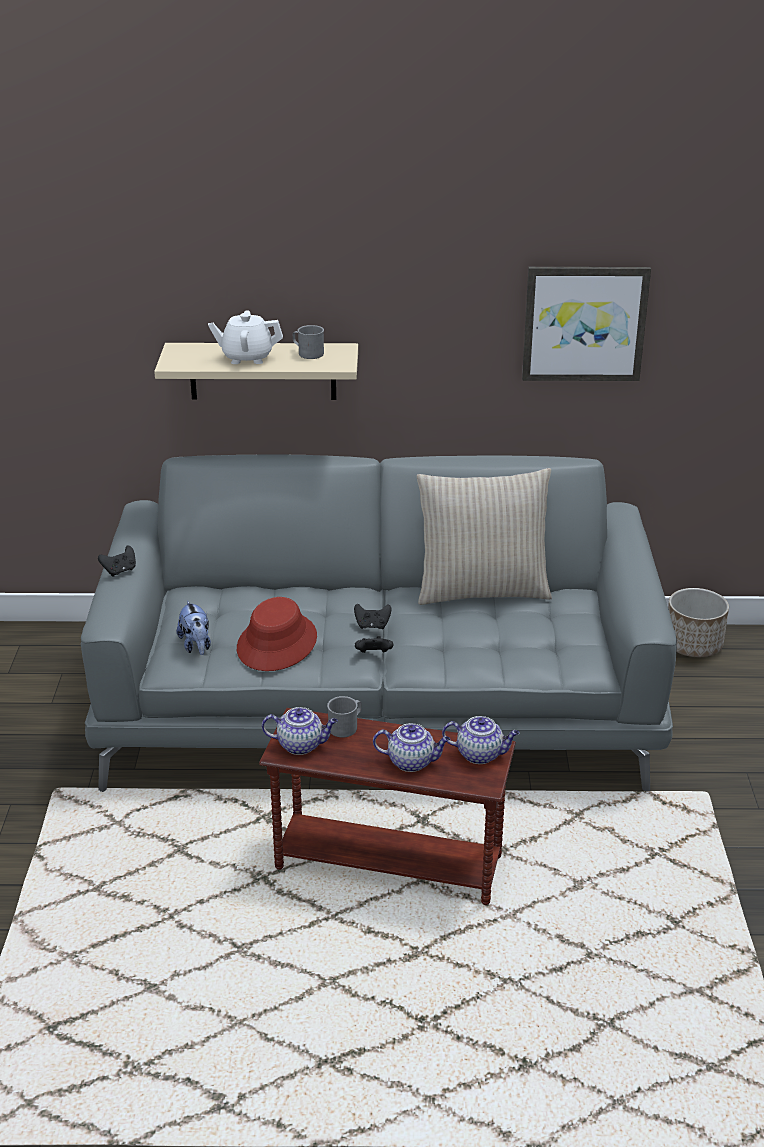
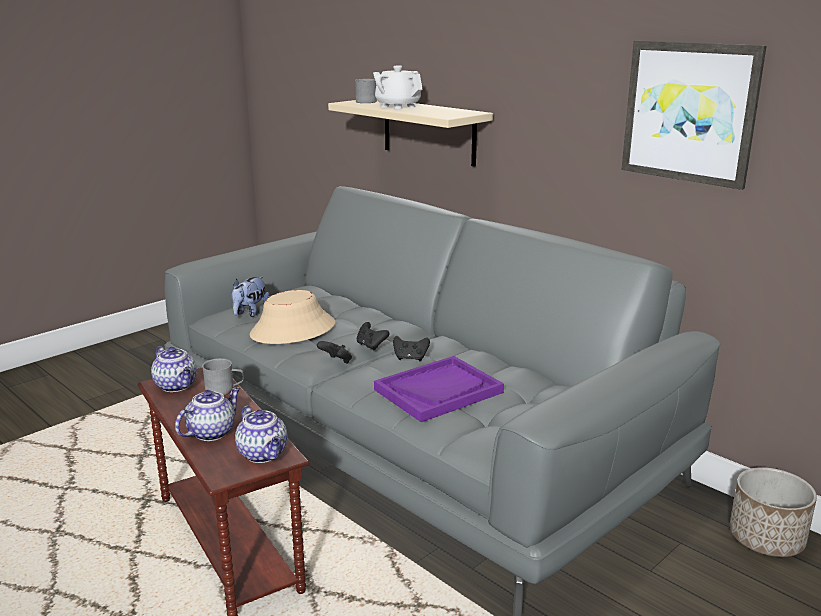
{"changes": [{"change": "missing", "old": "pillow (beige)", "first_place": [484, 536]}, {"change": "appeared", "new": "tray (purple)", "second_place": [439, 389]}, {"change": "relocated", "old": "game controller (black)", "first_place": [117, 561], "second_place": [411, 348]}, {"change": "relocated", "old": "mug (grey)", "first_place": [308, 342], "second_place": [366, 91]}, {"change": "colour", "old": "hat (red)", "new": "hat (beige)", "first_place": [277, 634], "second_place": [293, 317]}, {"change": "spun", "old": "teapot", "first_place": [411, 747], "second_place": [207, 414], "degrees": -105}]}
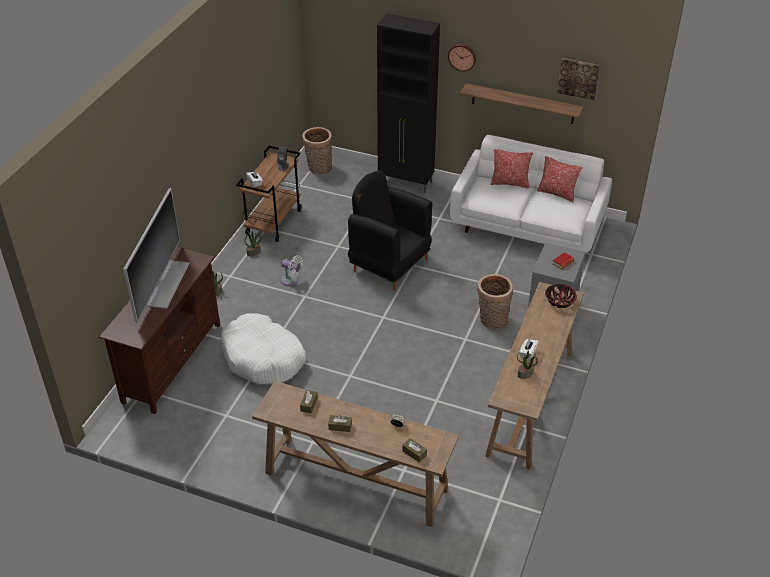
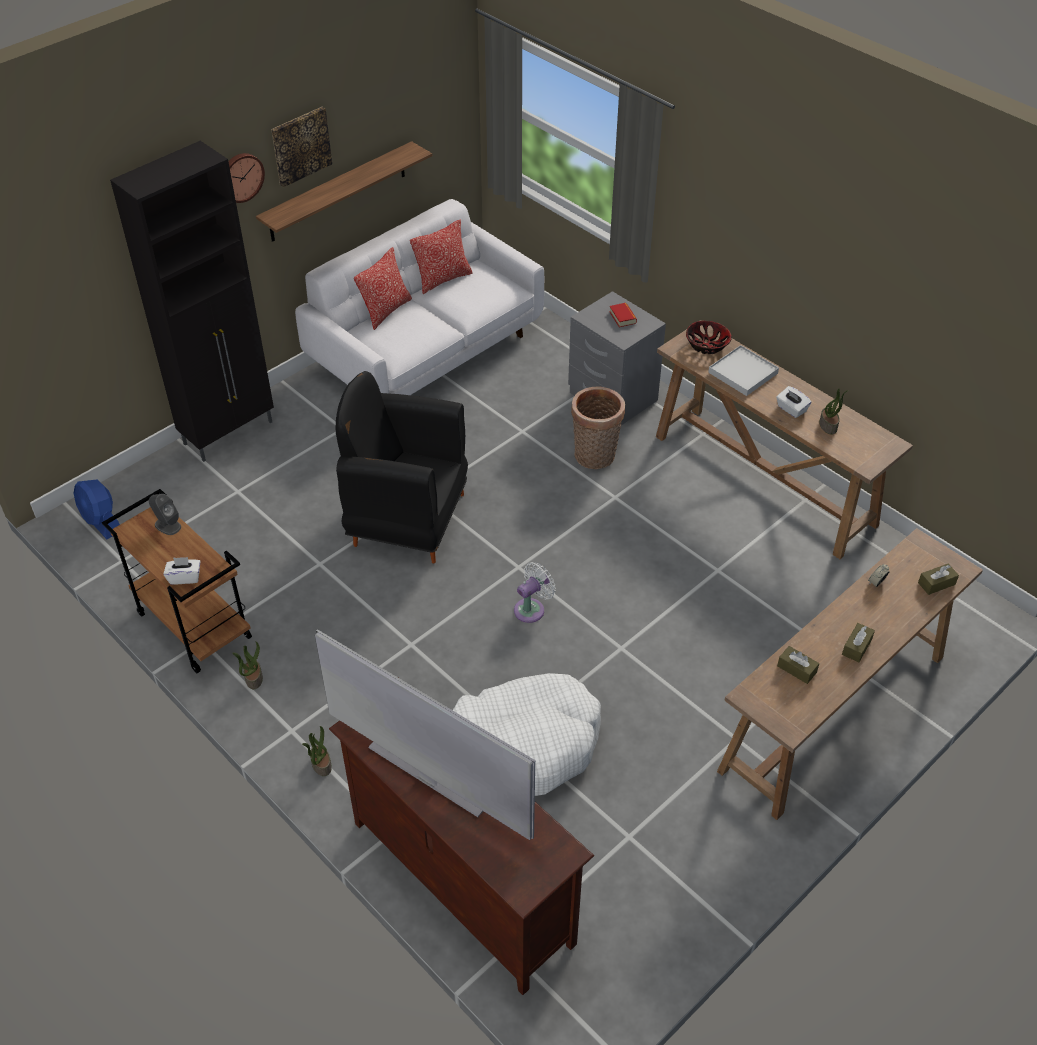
{"changes": [{"change": "appeared", "new": "tray (white)", "second_place": [743, 370]}, {"change": "relocated", "old": "fan (white)", "first_place": [292, 270], "second_place": [535, 592]}, {"change": "relocated", "old": "picture", "first_place": [578, 79], "second_place": [301, 147]}, {"change": "exchanged", "old": "basket", "new": "fan (blue)", "first_place": [317, 151], "second_place": [96, 509]}, {"change": "spun", "old": "armchair (black)", "first_place": [390, 230], "second_place": [402, 467], "degrees": 45}]}
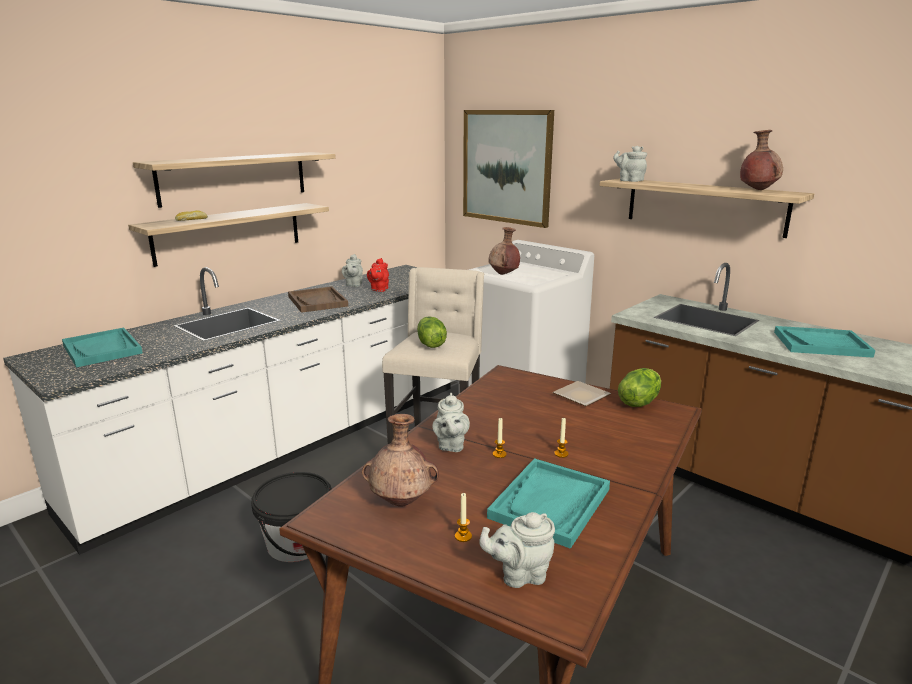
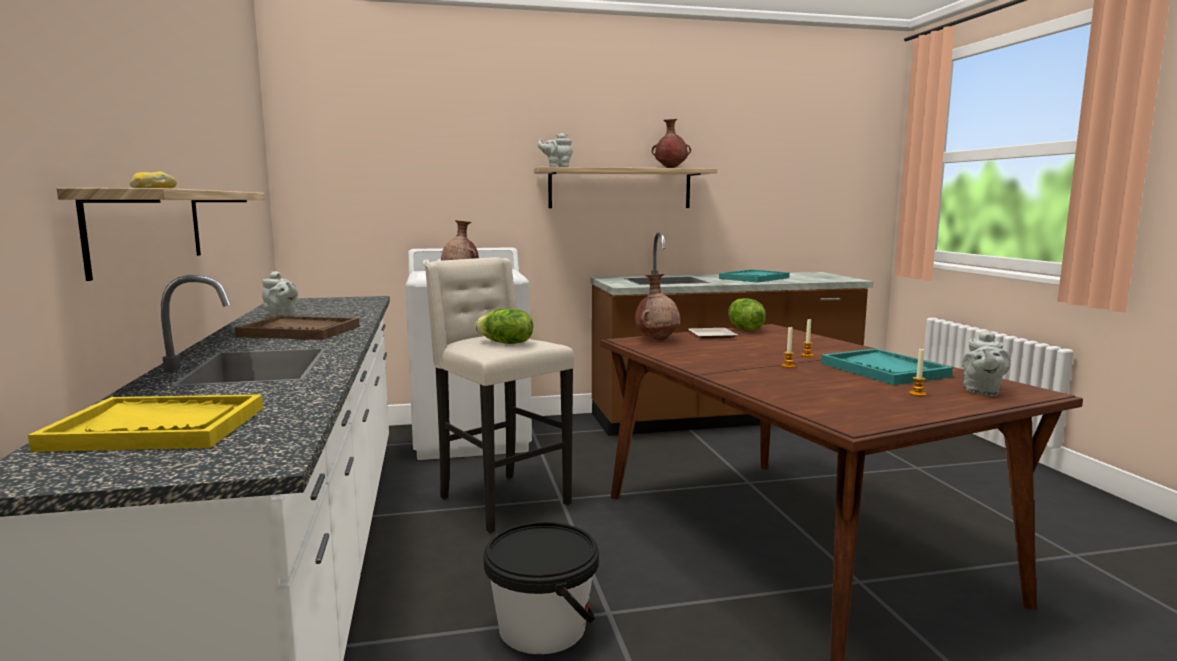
{"changes": [{"change": "missing", "old": "shelf", "first_place": [234, 180]}, {"change": "missing", "old": "teapot (red)", "first_place": [378, 275]}, {"change": "missing", "old": "teapot (grey)", "first_place": [451, 422]}, {"change": "missing", "old": "picture", "first_place": [508, 169]}, {"change": "relocated", "old": "vase (brown)", "first_place": [400, 460], "second_place": [657, 307]}, {"change": "colour", "old": "tray (turquoise)", "new": "tray (yellow)", "first_place": [102, 348], "second_place": [145, 423]}]}
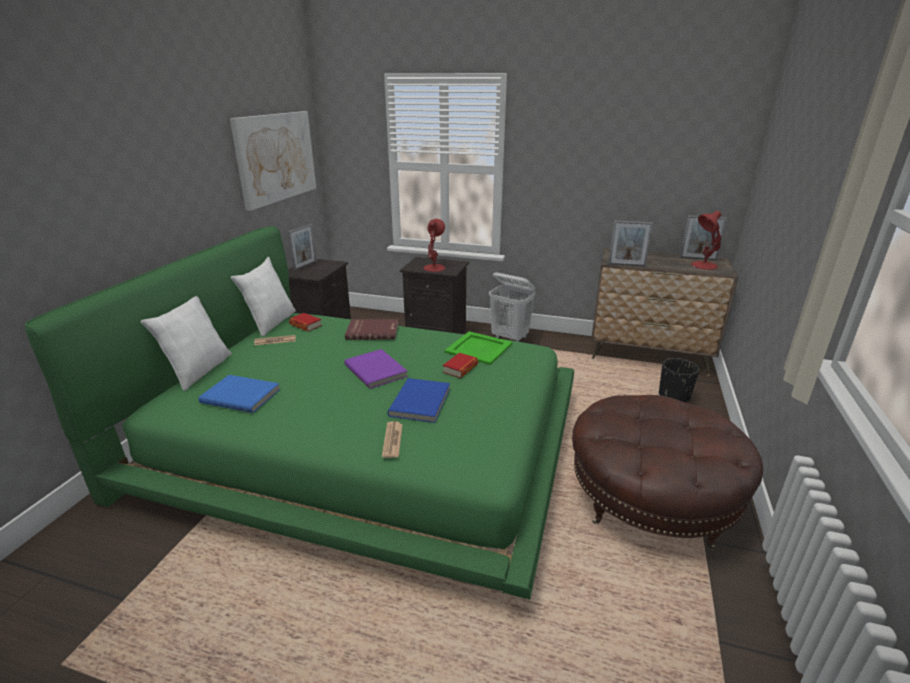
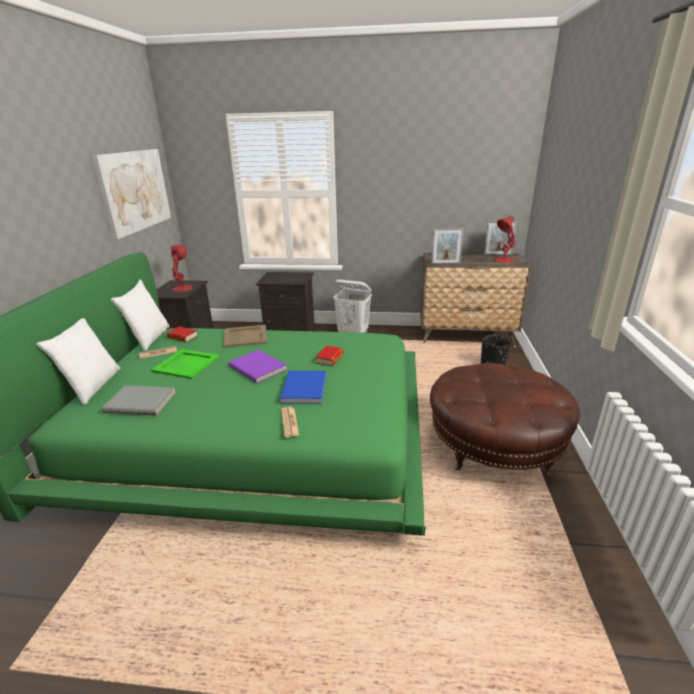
{"changes": [{"change": "missing", "old": "picture frame", "first_place": [302, 247]}, {"change": "relocated", "old": "table lamp (red)", "first_place": [434, 245], "second_place": [182, 268]}, {"change": "relocated", "old": "tray (green)", "first_place": [478, 348], "second_place": [185, 364]}, {"change": "exchanged", "old": "book (red)", "new": "tray (beige)", "first_place": [372, 329], "second_place": [245, 336]}, {"change": "colour", "old": "book (blue)", "new": "book (grey)", "first_place": [239, 394], "second_place": [139, 400]}]}
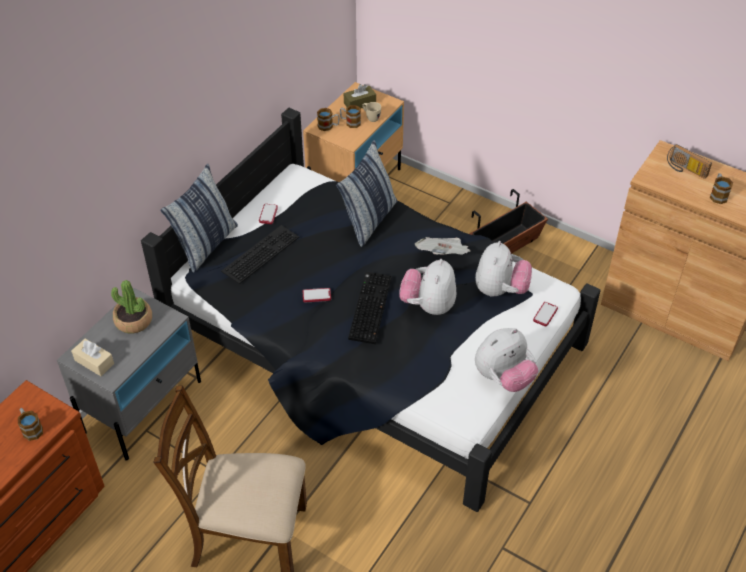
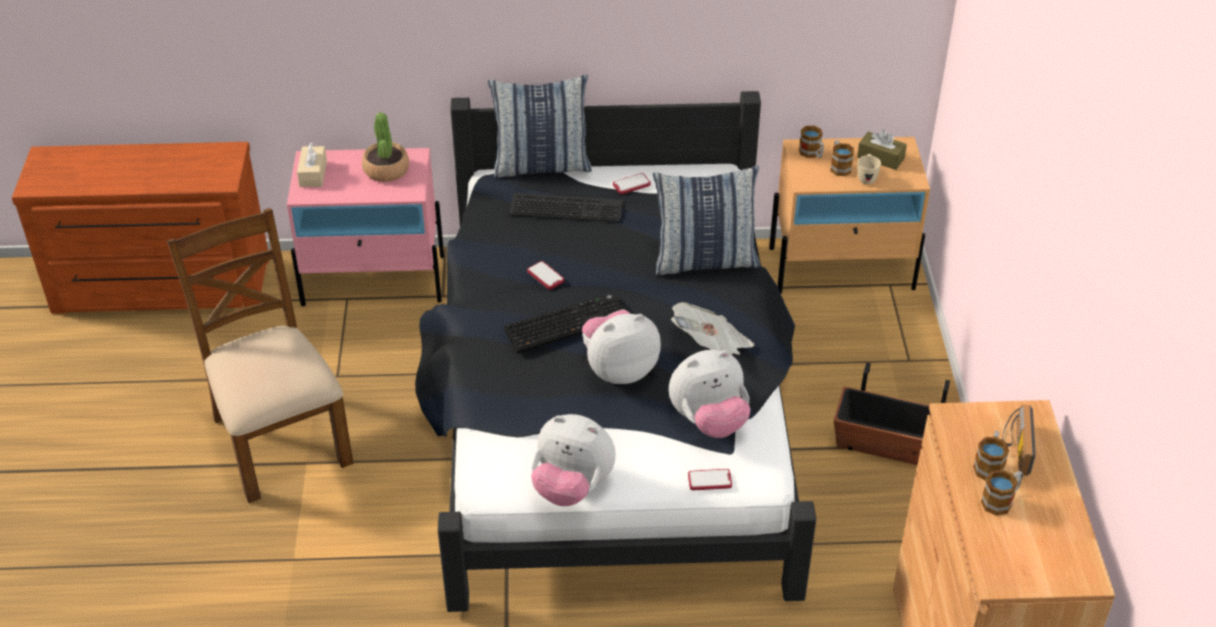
{"changes": [{"change": "relocated", "old": "mug", "first_place": [30, 424], "second_place": [991, 456]}, {"change": "colour", "old": "nightstand (grey)", "new": "nightstand (pink)", "first_place": [129, 374], "second_place": [365, 227]}]}
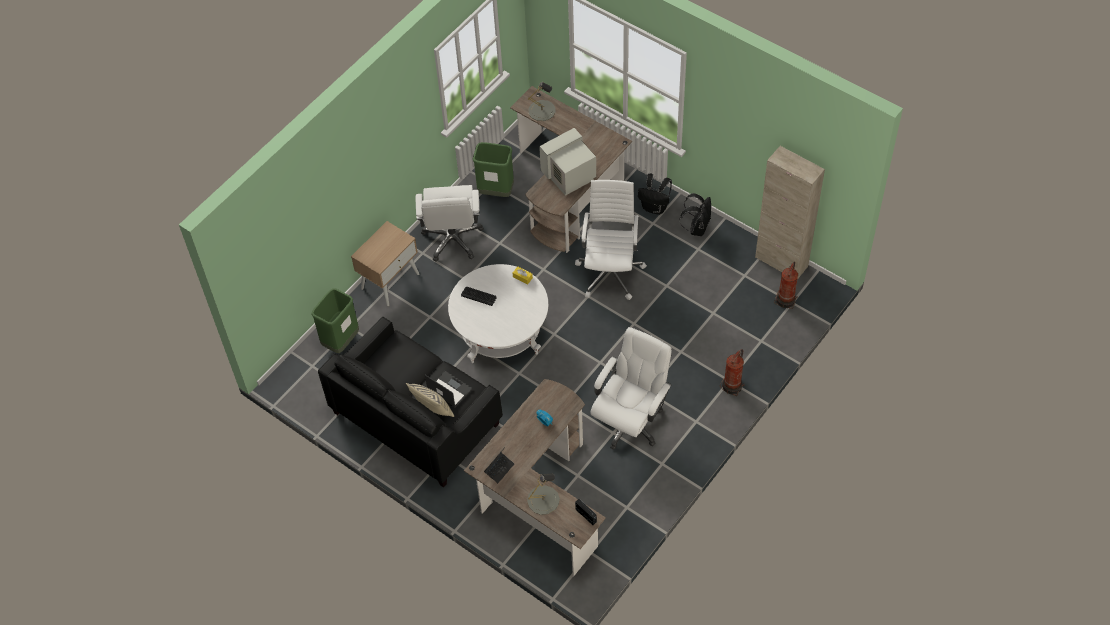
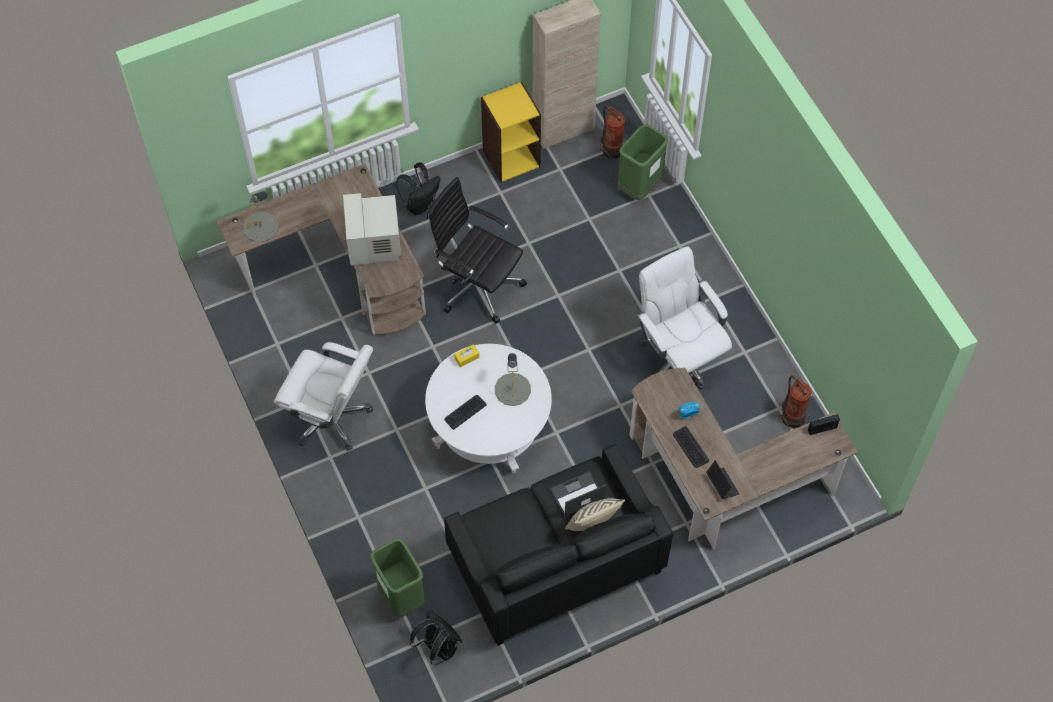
{"changes": [{"change": "missing", "old": "nightstand (beige)", "first_place": [385, 263]}, {"change": "appeared", "new": "bookcase (yellow)", "second_place": [511, 132]}, {"change": "appeared", "new": "keyboard", "second_place": [691, 447]}, {"change": "relocated", "old": "trash can (green)", "first_place": [493, 169], "second_place": [643, 162]}, {"change": "relocated", "old": "table lamp (grey)", "first_place": [543, 494], "second_place": [513, 379]}, {"change": "relocated", "old": "backpack (black)", "first_place": [695, 214], "second_place": [436, 637]}, {"change": "relocated", "old": "fire extinguisher", "first_place": [732, 372], "second_place": [795, 403]}, {"change": "colour", "old": "office chair (white)", "new": "office chair (black)", "first_place": [611, 240], "second_place": [477, 250]}]}
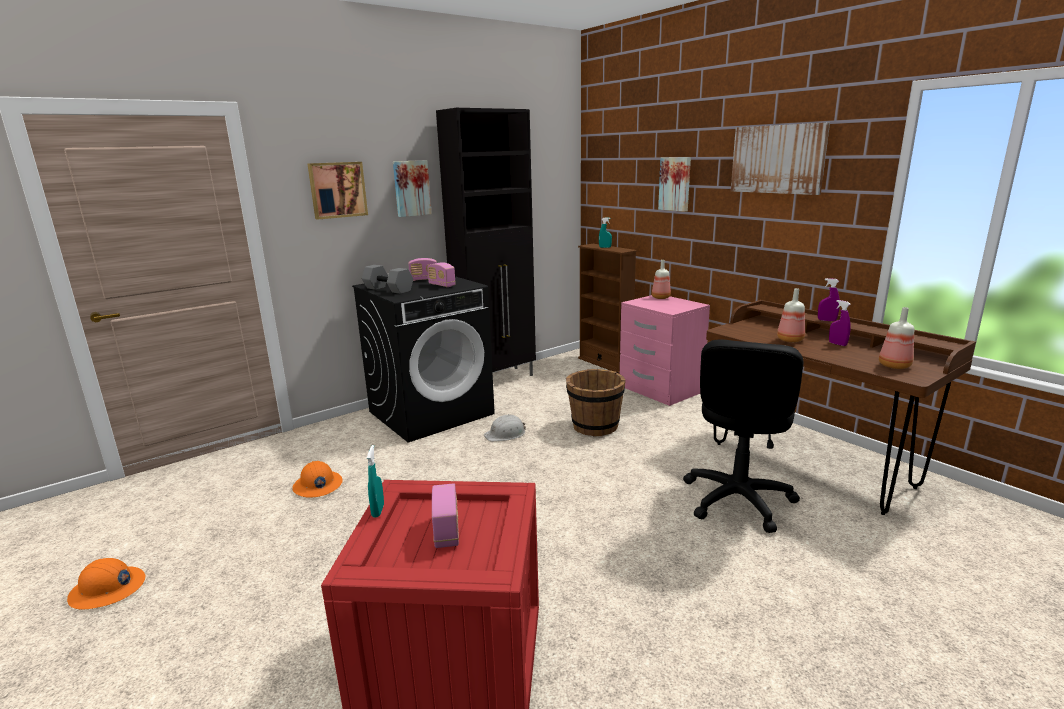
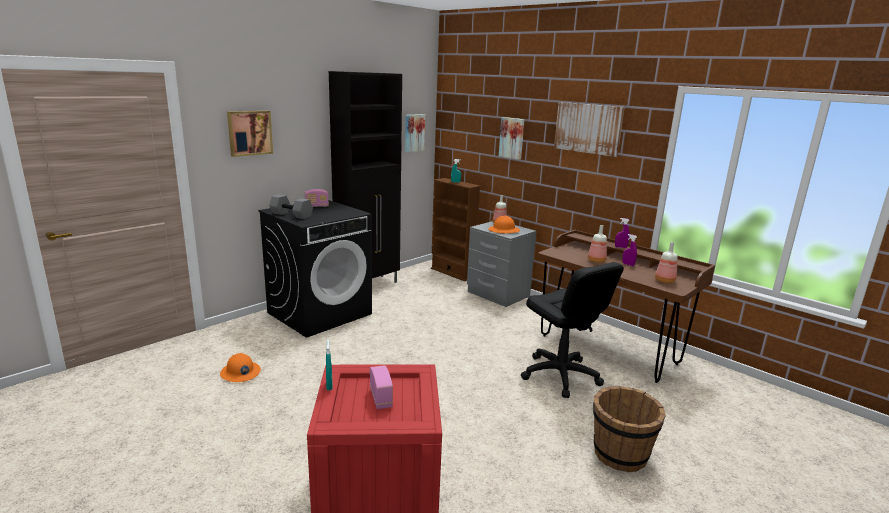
{"changes": [{"change": "missing", "old": "radio", "first_place": [441, 274]}, {"change": "missing", "old": "hard hat (white)", "first_place": [505, 427]}, {"change": "relocated", "old": "hard hat (orange)", "first_place": [106, 584], "second_place": [504, 225]}, {"change": "relocated", "old": "picture", "first_place": [412, 188], "second_place": [415, 133]}, {"change": "relocated", "old": "bucket (brown)", "first_place": [596, 402], "second_place": [629, 429]}, {"change": "colour", "old": "nightstand (pink)", "new": "nightstand (grey)", "first_place": [665, 350], "second_place": [501, 264]}, {"change": "spun", "old": "office chair (black)", "first_place": [743, 436], "second_place": [572, 330], "degrees": -45}]}
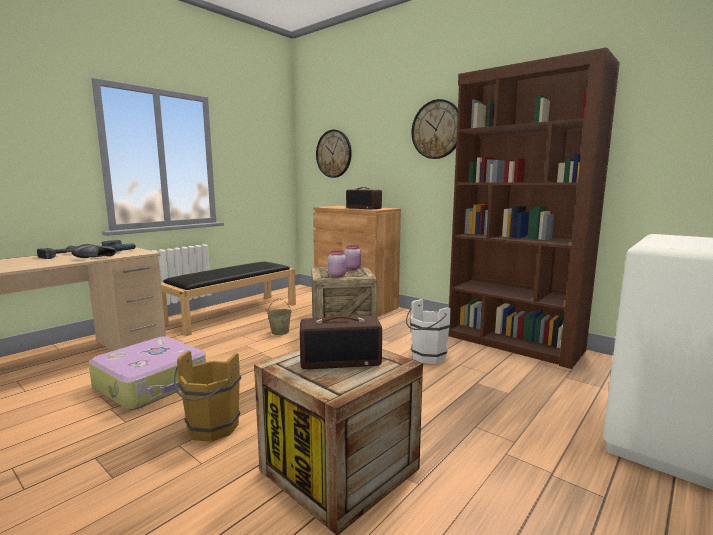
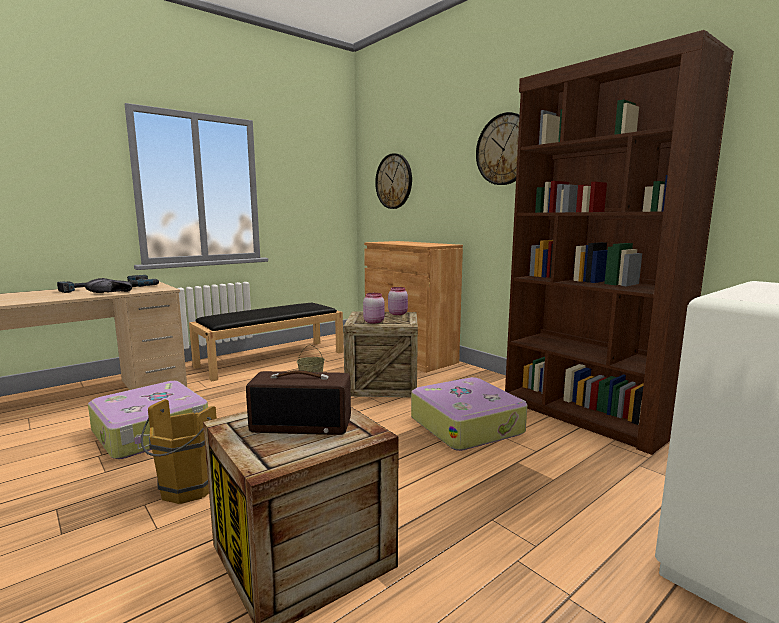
{"changes": [{"change": "missing", "old": "radio", "first_place": [364, 198]}, {"change": "exchanged", "old": "bucket (white)", "new": "suitcase", "first_place": [428, 331], "second_place": [469, 414]}]}
